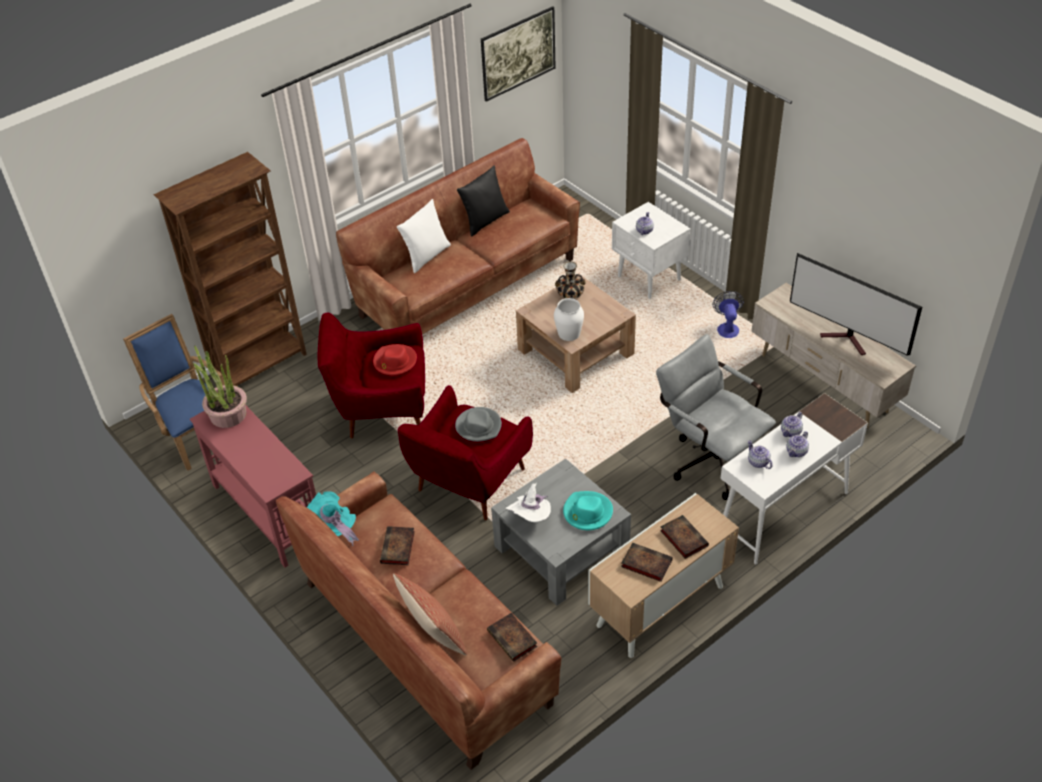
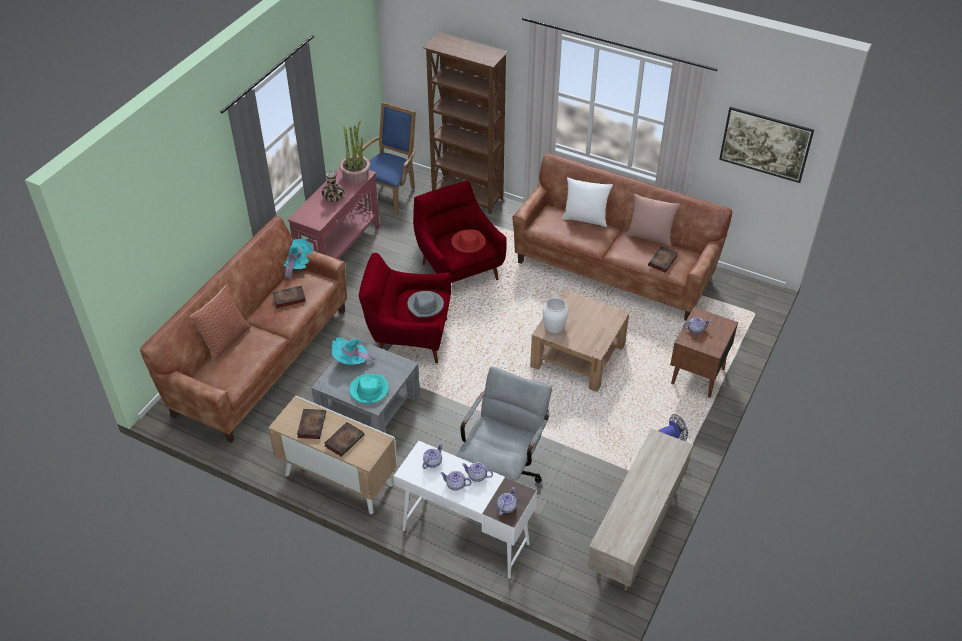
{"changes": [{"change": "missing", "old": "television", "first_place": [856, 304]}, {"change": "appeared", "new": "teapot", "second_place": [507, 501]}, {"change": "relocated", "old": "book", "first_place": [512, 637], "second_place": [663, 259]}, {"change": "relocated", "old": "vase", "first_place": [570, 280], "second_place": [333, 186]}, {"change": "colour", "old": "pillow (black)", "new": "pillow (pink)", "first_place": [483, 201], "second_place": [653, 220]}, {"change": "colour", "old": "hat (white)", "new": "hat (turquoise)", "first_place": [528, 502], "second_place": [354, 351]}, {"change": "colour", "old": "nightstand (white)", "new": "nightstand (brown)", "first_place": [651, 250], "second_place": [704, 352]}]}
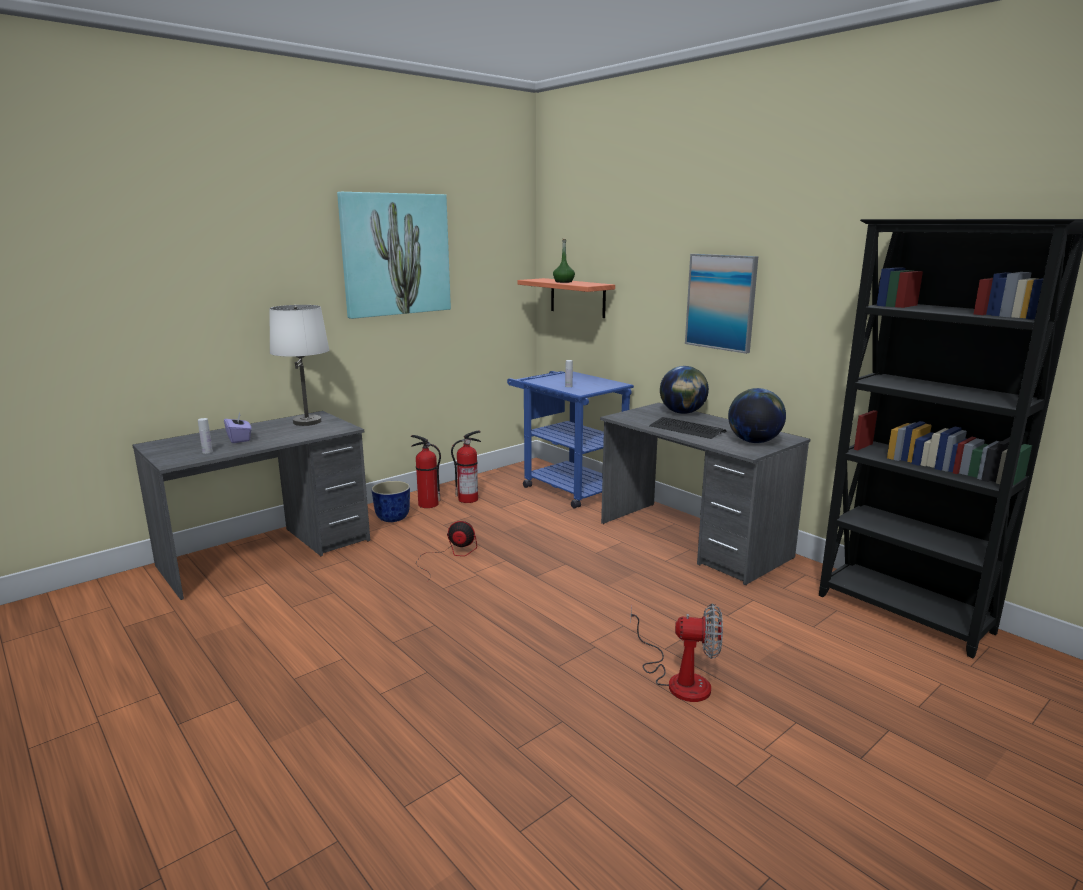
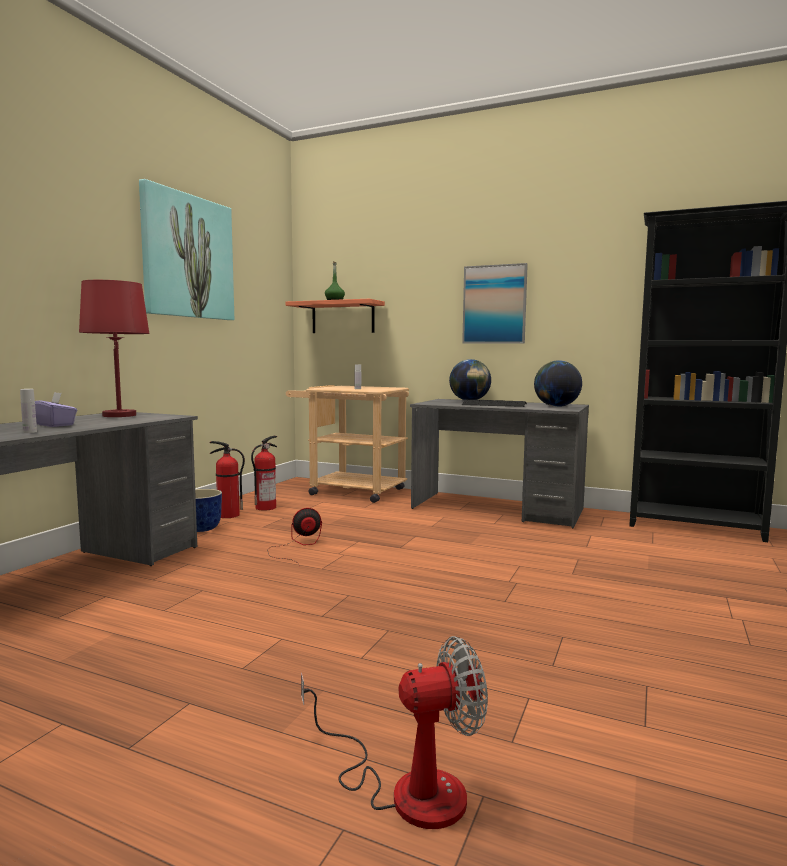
{"changes": [{"change": "relocated", "old": "fan", "first_place": [676, 652], "second_place": [394, 732]}, {"change": "colour", "old": "table lamp (white)", "new": "table lamp (red)", "first_place": [299, 365], "second_place": [114, 348]}, {"change": "colour", "old": "cart (blue)", "new": "cart (beige)", "first_place": [570, 439], "second_place": [347, 444]}]}
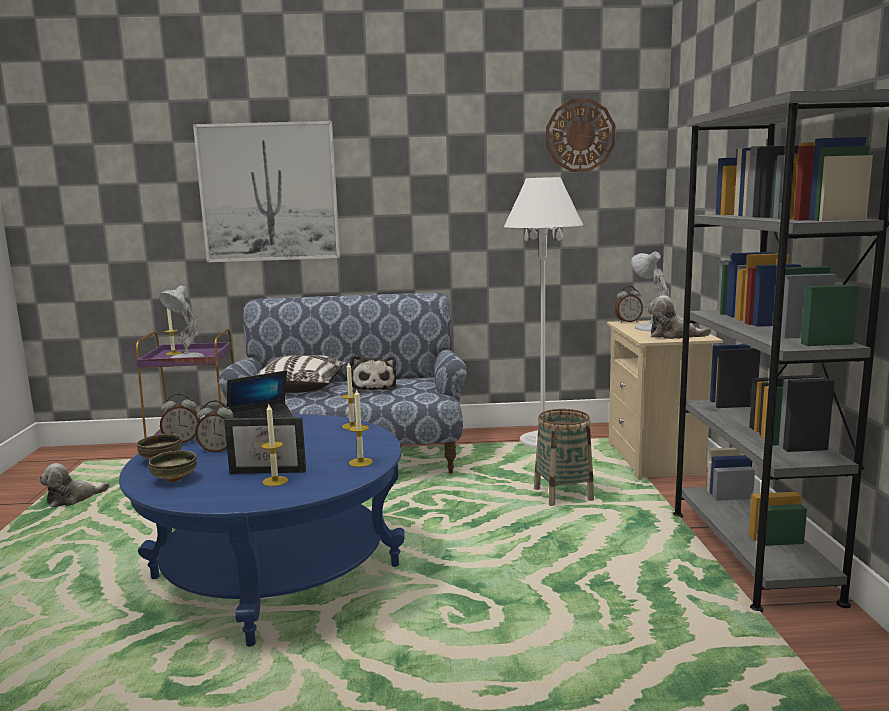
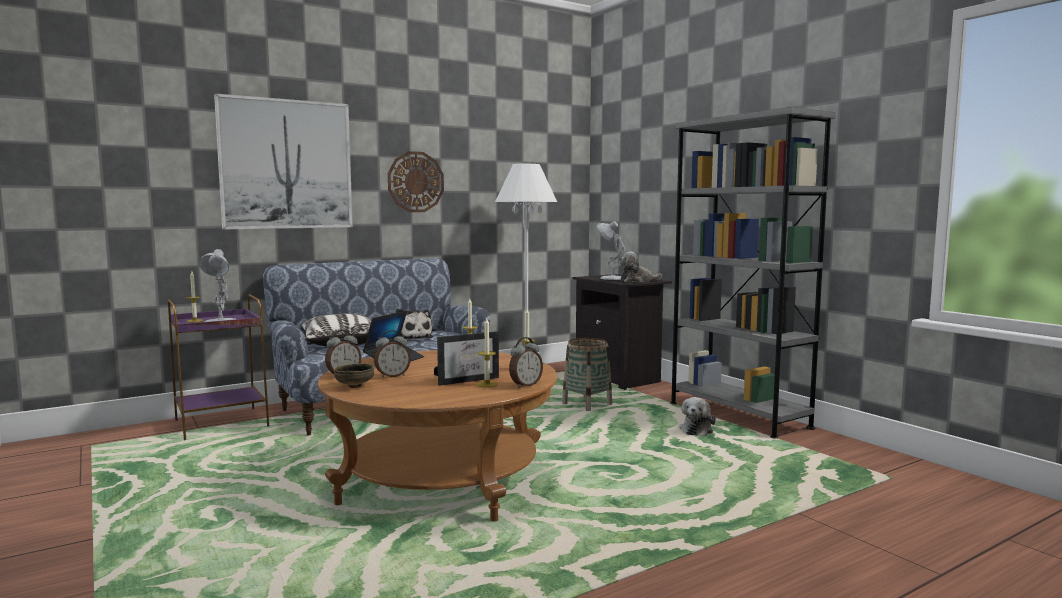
{"changes": [{"change": "missing", "old": "bowl", "first_place": [173, 466]}, {"change": "relocated", "old": "plush toy", "first_place": [74, 485], "second_place": [697, 416]}, {"change": "relocated", "old": "wall clock", "first_place": [580, 135], "second_place": [416, 181]}, {"change": "relocated", "old": "alarm clock", "first_place": [629, 304], "second_place": [526, 362]}, {"change": "colour", "old": "coffee table (blue)", "new": "coffee table (brown)", "first_place": [262, 531], "second_place": [437, 436]}, {"change": "colour", "old": "nightstand (beige)", "new": "nightstand (black)", "first_place": [665, 400], "second_place": [622, 332]}]}
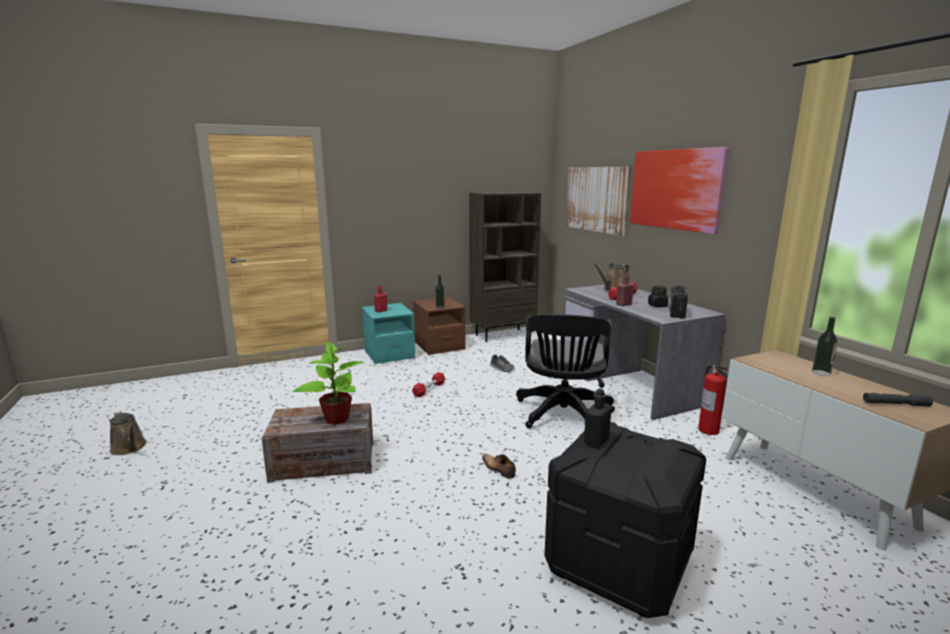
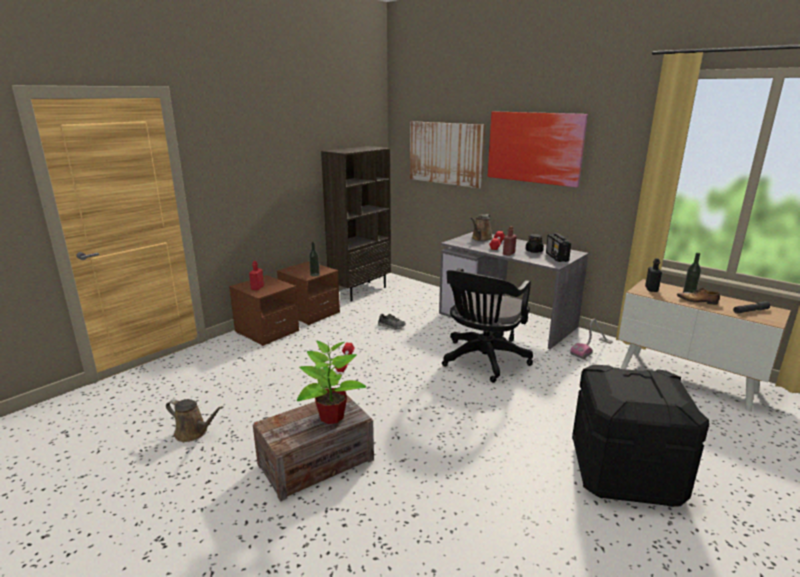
{"changes": [{"change": "relocated", "old": "watering can (brown)", "first_place": [128, 433], "second_place": [194, 420]}, {"change": "relocated", "old": "shoe", "first_place": [499, 466], "second_place": [698, 296]}, {"change": "relocated", "old": "bottle (black)", "first_place": [598, 418], "second_place": [653, 275]}, {"change": "exchanged", "old": "fire extinguisher", "new": "vacuum cleaner", "first_place": [713, 400], "second_place": [591, 339]}, {"change": "colour", "old": "nightstand (turquoise)", "new": "nightstand (brown)", "first_place": [388, 333], "second_place": [264, 310]}, {"change": "spun", "old": "office chair (black)", "first_place": [565, 371], "second_place": [487, 325], "degrees": 45}]}
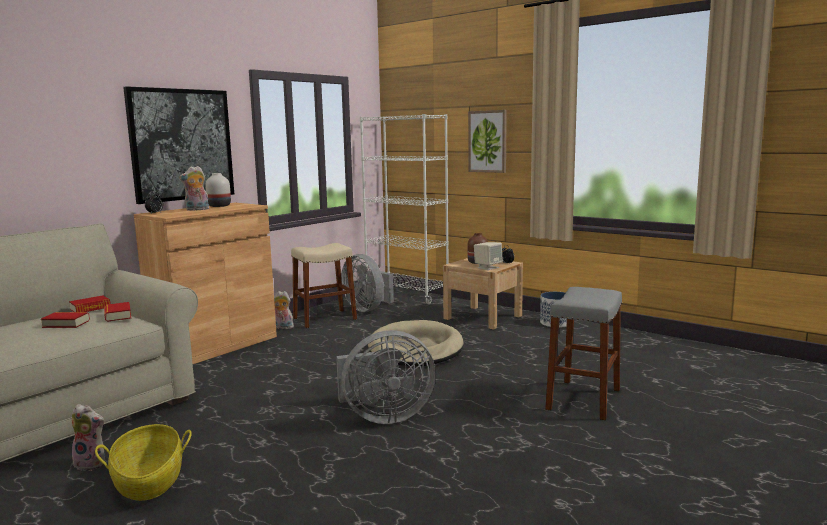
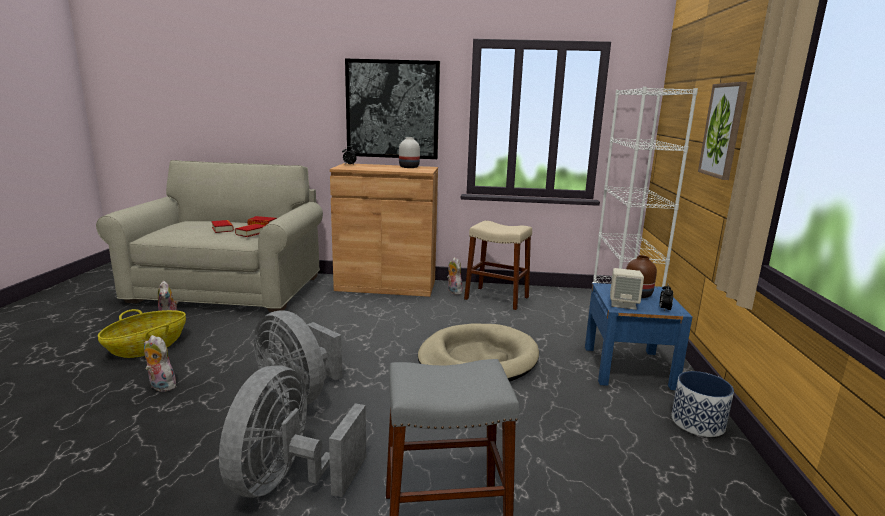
{"changes": [{"change": "relocated", "old": "plush toy", "first_place": [194, 188], "second_place": [160, 363]}, {"change": "relocated", "old": "fan (grey)", "first_place": [367, 283], "second_place": [292, 431]}, {"change": "colour", "old": "nightstand (beige)", "new": "nightstand (blue)", "first_place": [483, 294], "second_place": [638, 336]}]}
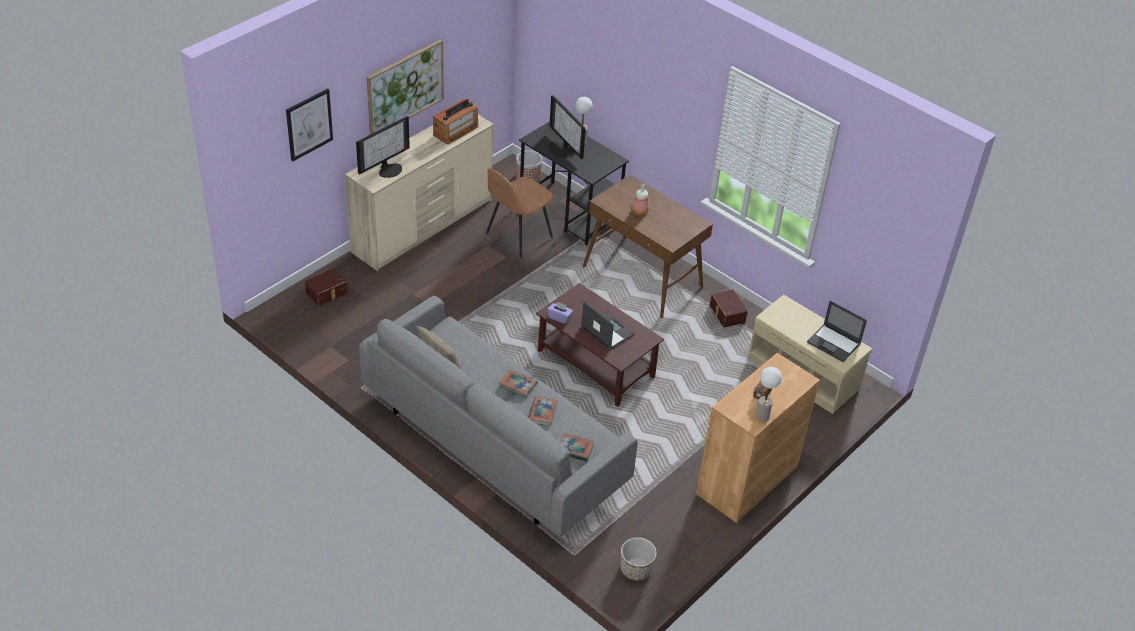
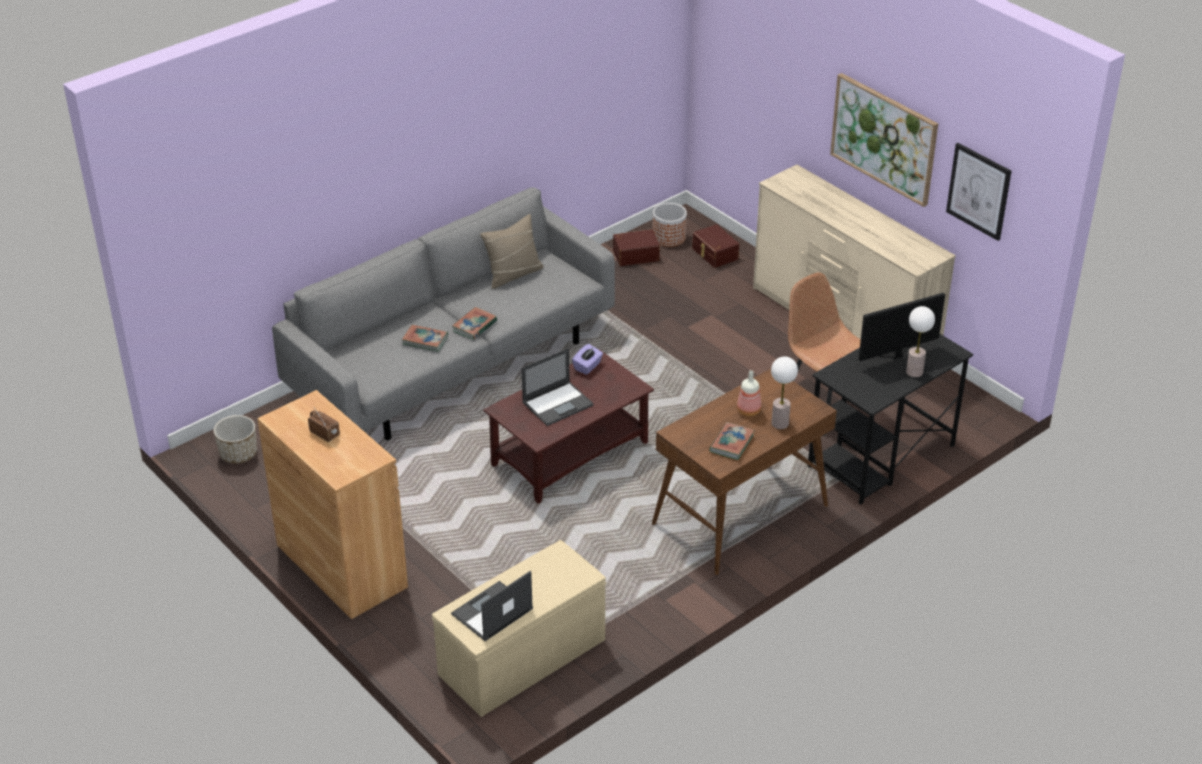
{"changes": [{"change": "missing", "old": "monitor", "first_place": [383, 147]}, {"change": "missing", "old": "radio", "first_place": [455, 121]}, {"change": "relocated", "old": "picture", "first_place": [309, 124], "second_place": [979, 192]}, {"change": "relocated", "old": "planter", "first_place": [529, 166], "second_place": [669, 225]}, {"change": "relocated", "old": "book", "first_place": [577, 447], "second_place": [732, 441]}, {"change": "relocated", "old": "storage box (brown)", "first_place": [729, 309], "second_place": [636, 247]}, {"change": "relocated", "old": "table lamp", "first_place": [769, 394], "second_place": [784, 393]}]}
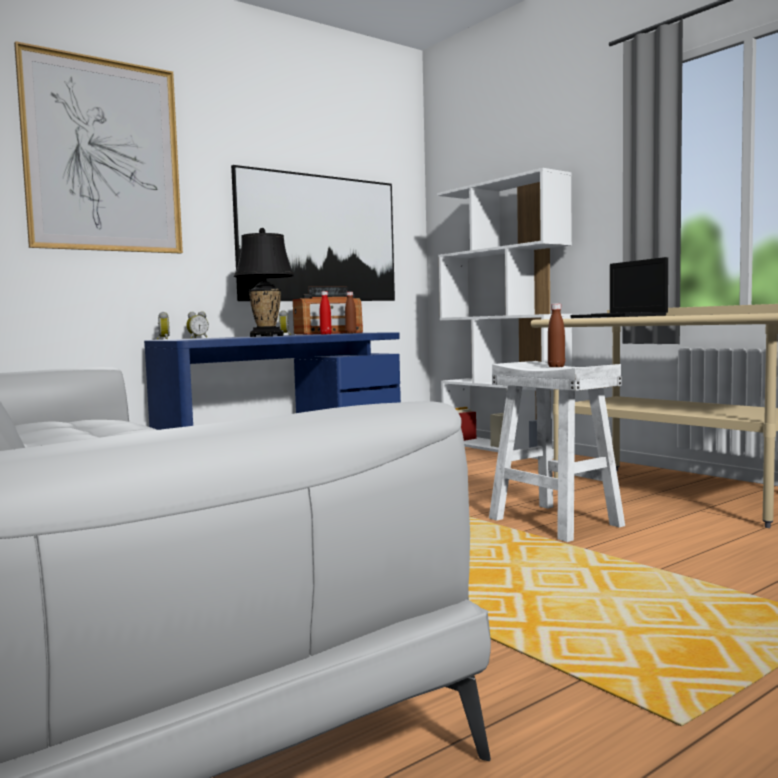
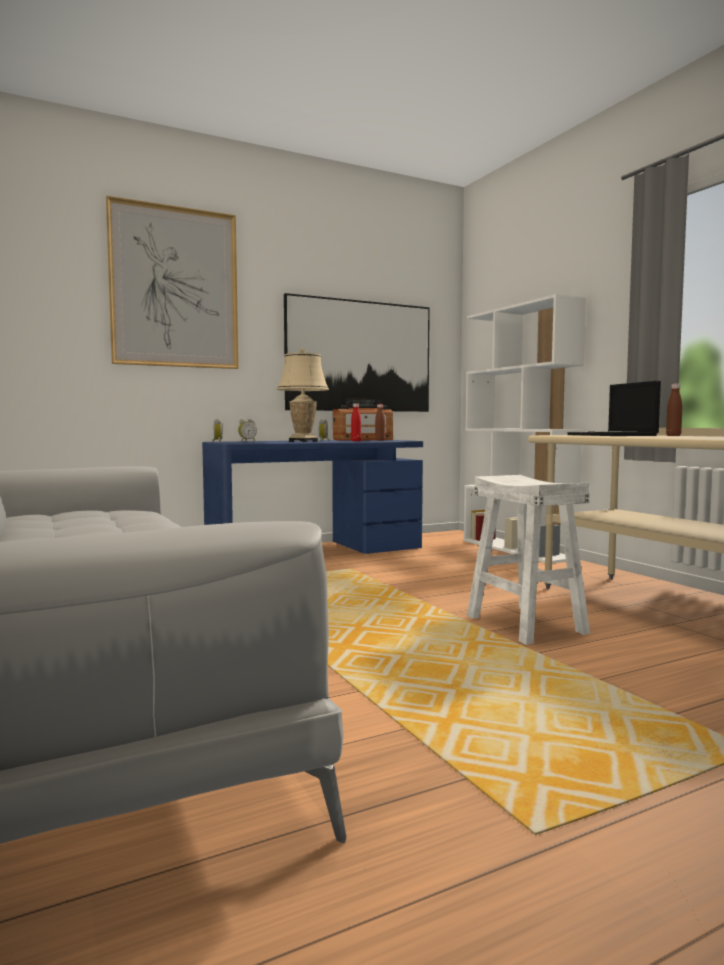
{"changes": [{"change": "relocated", "old": "bottle (brown)", "first_place": [556, 335], "second_place": [674, 410]}, {"change": "colour", "old": "table lamp (black)", "new": "table lamp (beige)", "first_place": [264, 282], "second_place": [303, 395]}]}
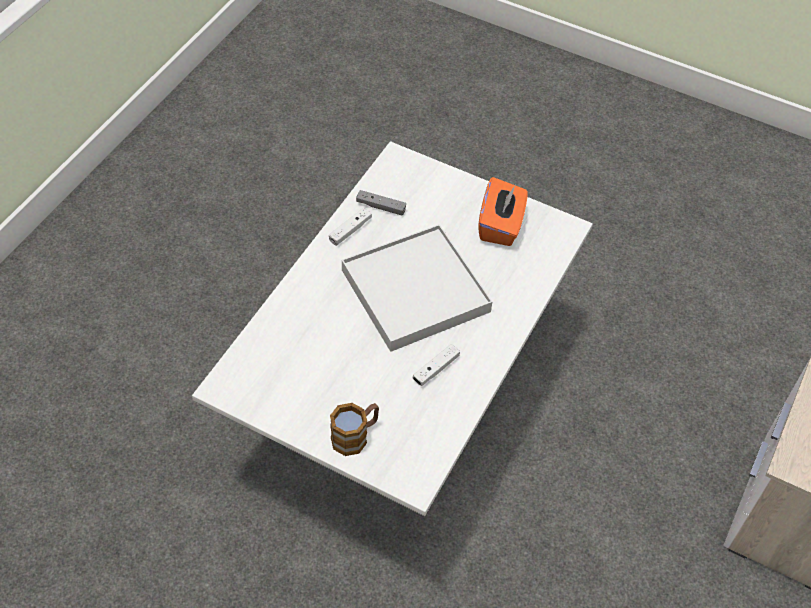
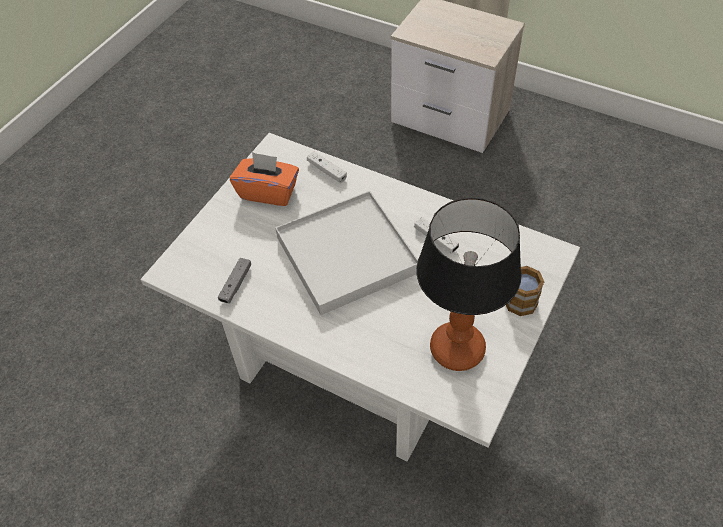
{"changes": [{"change": "appeared", "new": "table lamp", "second_place": [469, 284]}, {"change": "relocated", "old": "game controller (white)", "first_place": [350, 227], "second_place": [327, 167]}]}
